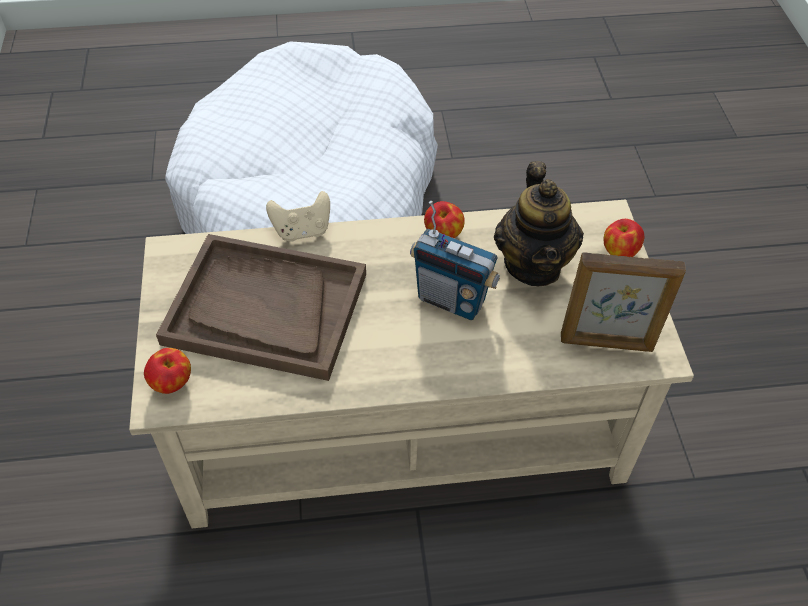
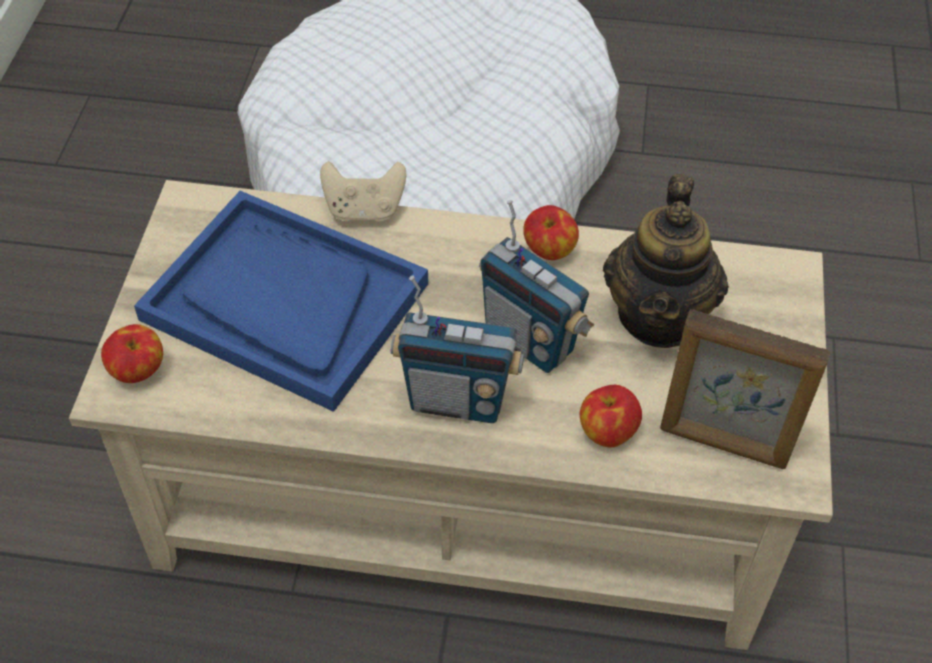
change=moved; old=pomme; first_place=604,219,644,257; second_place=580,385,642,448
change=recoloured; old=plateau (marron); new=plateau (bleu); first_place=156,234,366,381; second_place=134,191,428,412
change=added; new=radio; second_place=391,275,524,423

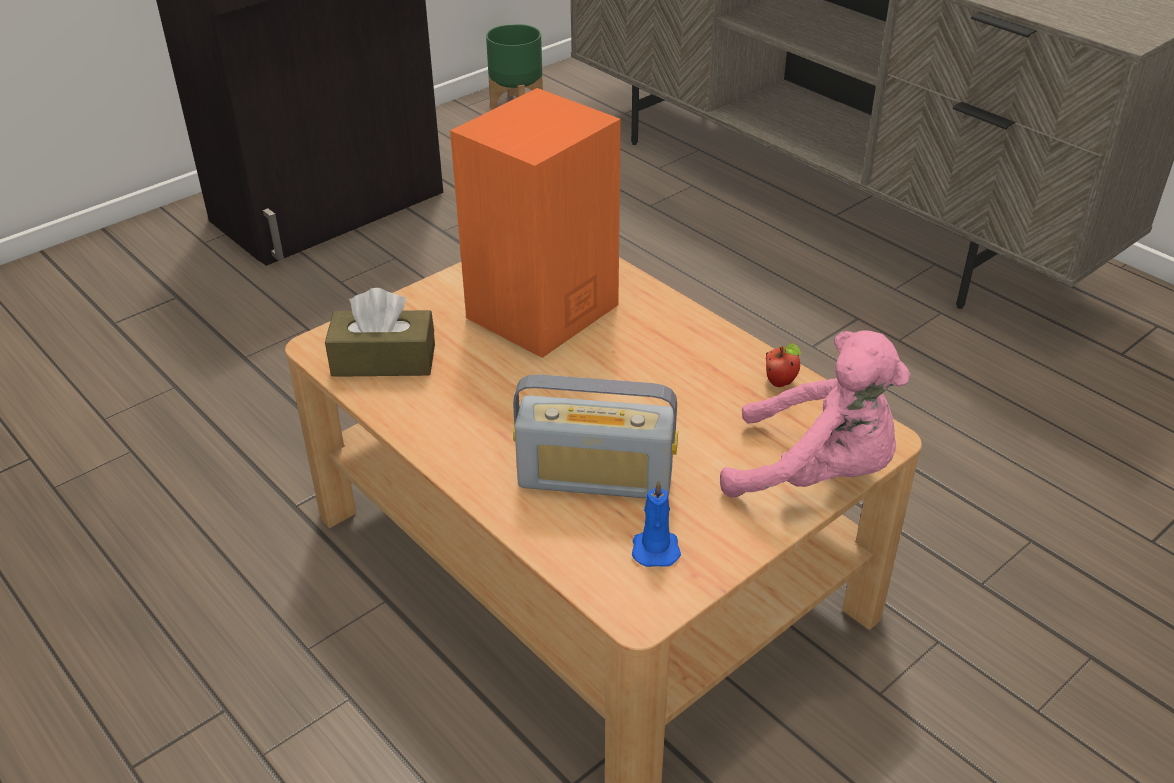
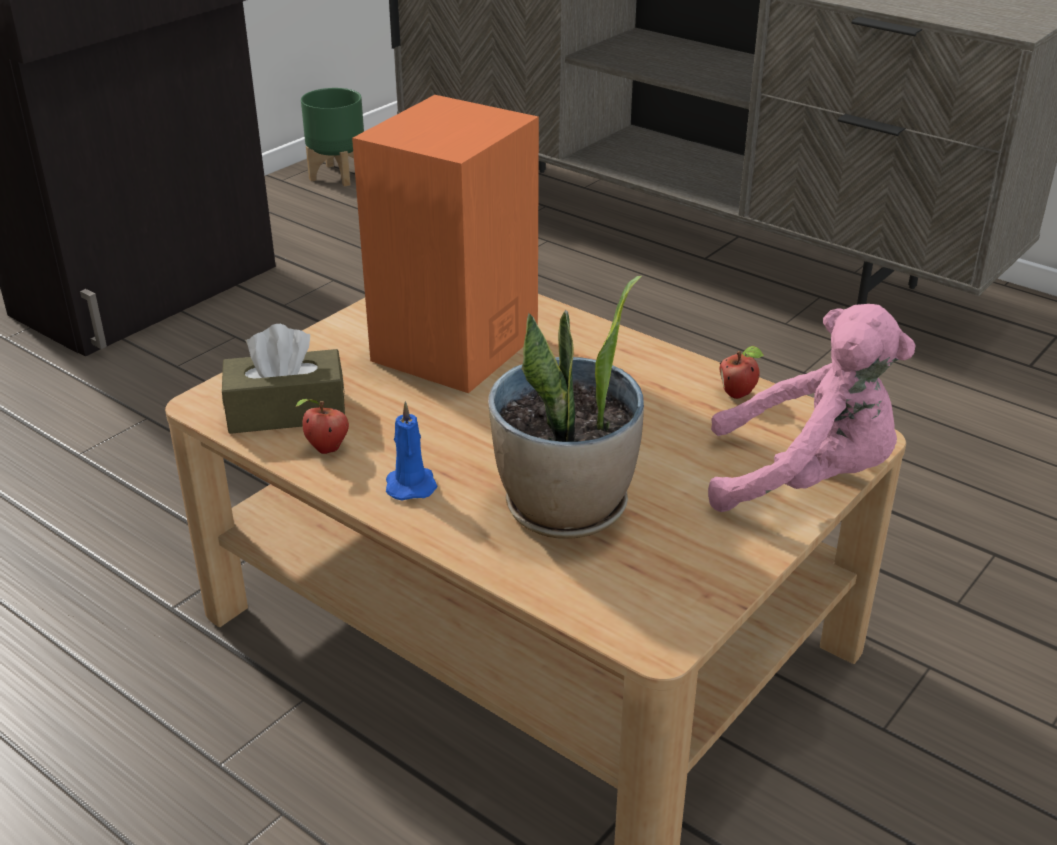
change=replaced; old=radio; new=plante en pot; first_place=513,374,678,499; second_place=488,276,644,539
change=moved; old=bougie (bleu); first_place=632,479,681,567; second_place=386,401,437,501
change=added; new=pomme; second_place=295,399,349,454

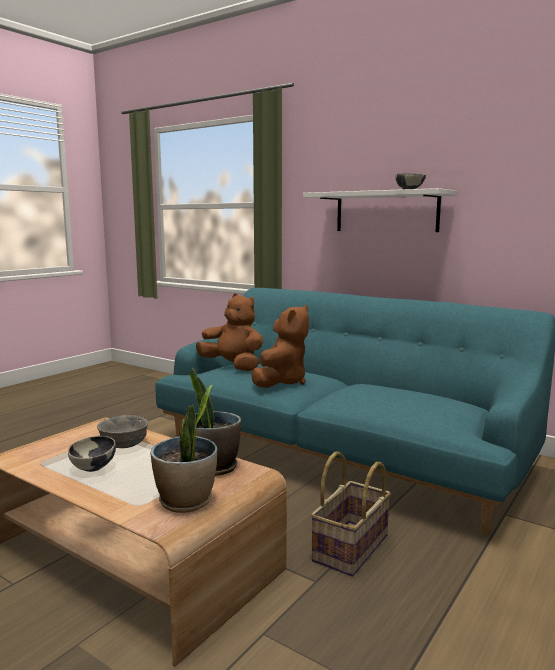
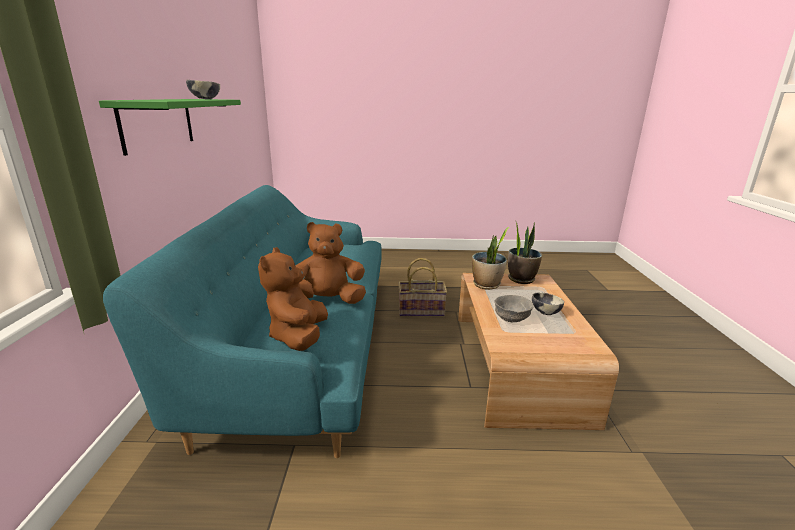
change=recoloured; old=étagère (blanc); new=étagère (vert); first_place=303,188,457,232; second_place=99,99,241,156

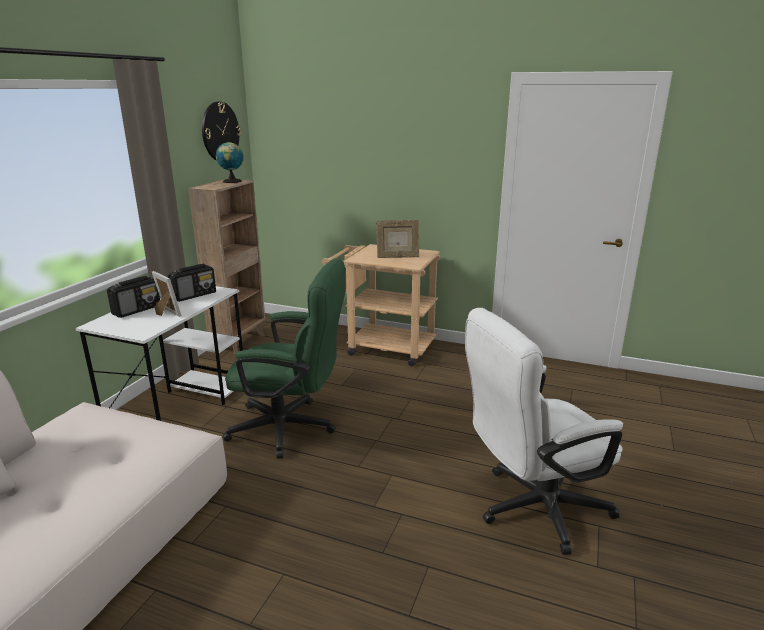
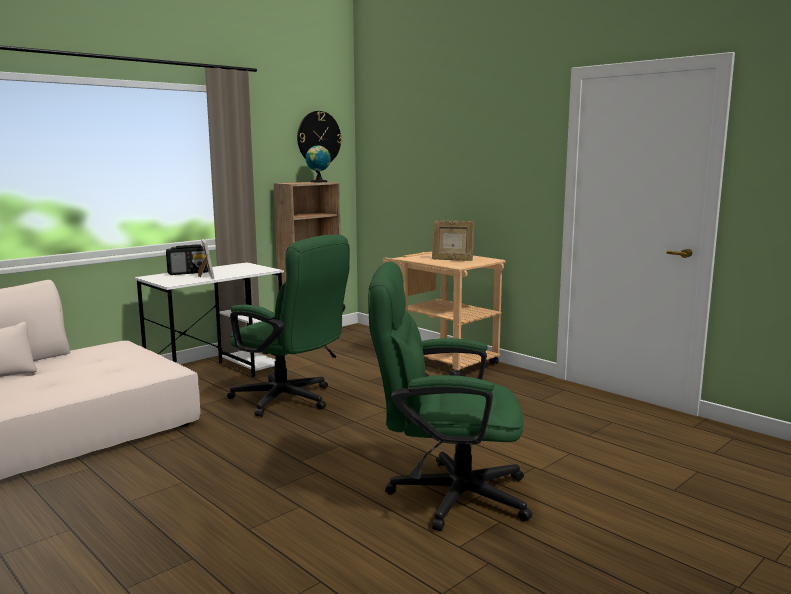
change=removed; old=radio; first_place=168,264,216,302
change=recoloured; old=chaise de bureau (blanc); new=chaise de bureau (vert); first_place=465,308,623,555; second_place=368,261,532,531

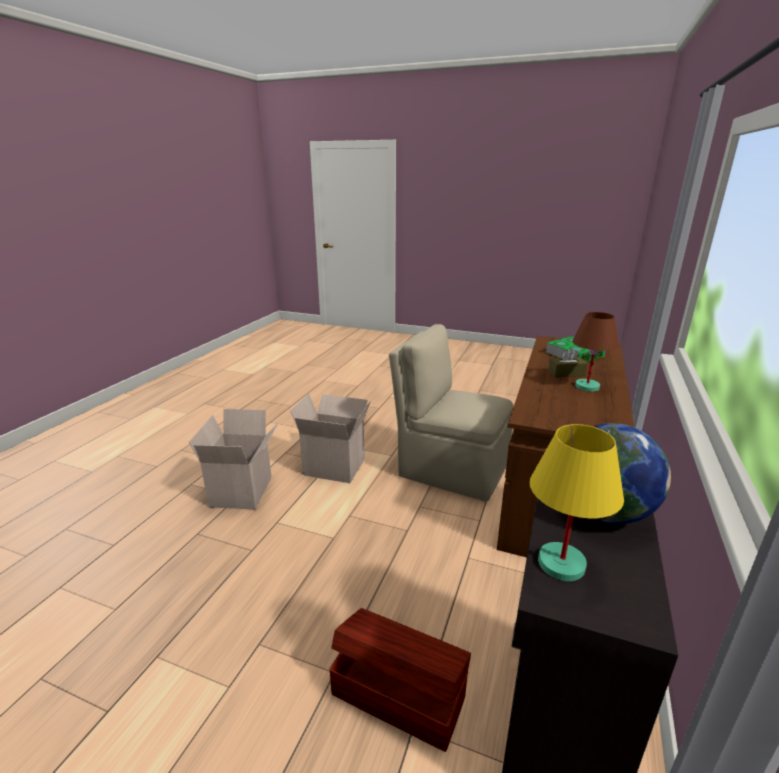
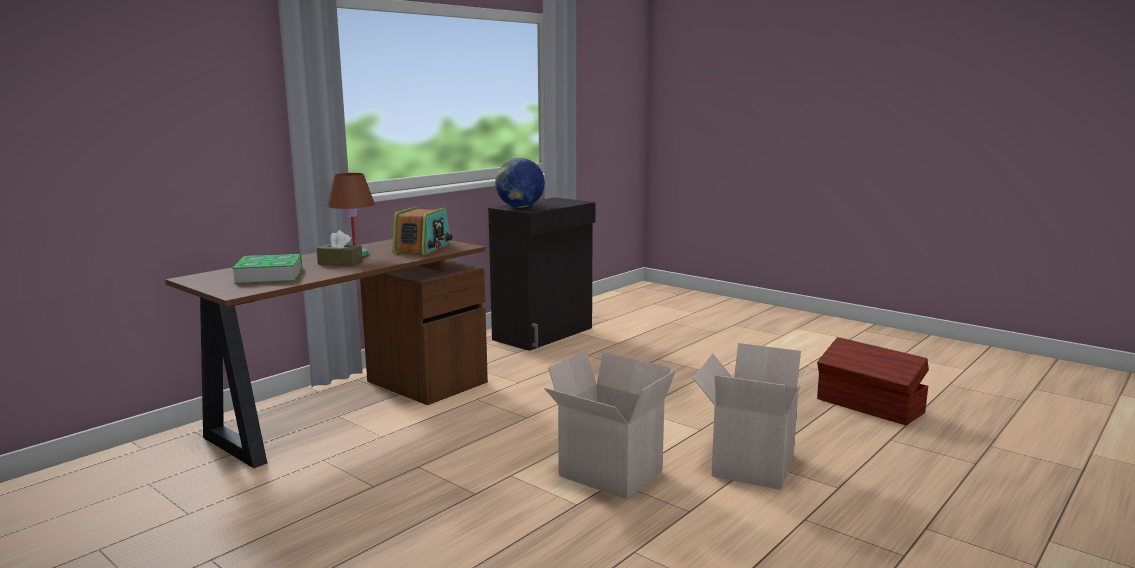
change=removed; old=chaise (beige); first_place=389,324,513,502
change=removed; old=lampe de table (jaune); first_place=529,424,624,581
change=moved; old=boîte de rangement (marron); first_place=330,608,471,752; second_place=817,337,929,425
change=added; new=radio; second_place=392,206,452,255

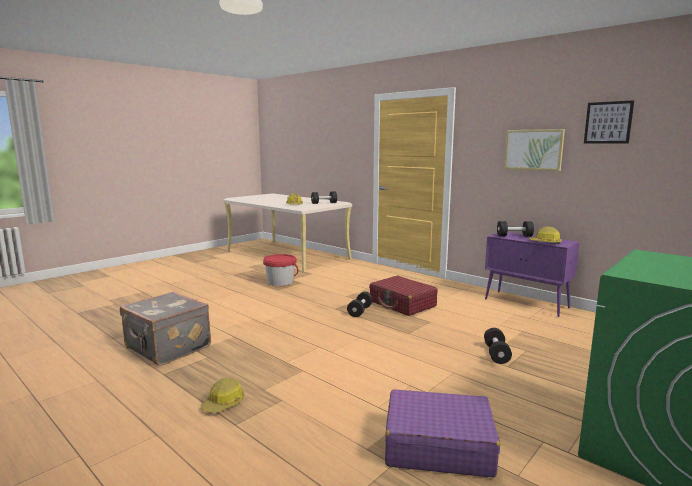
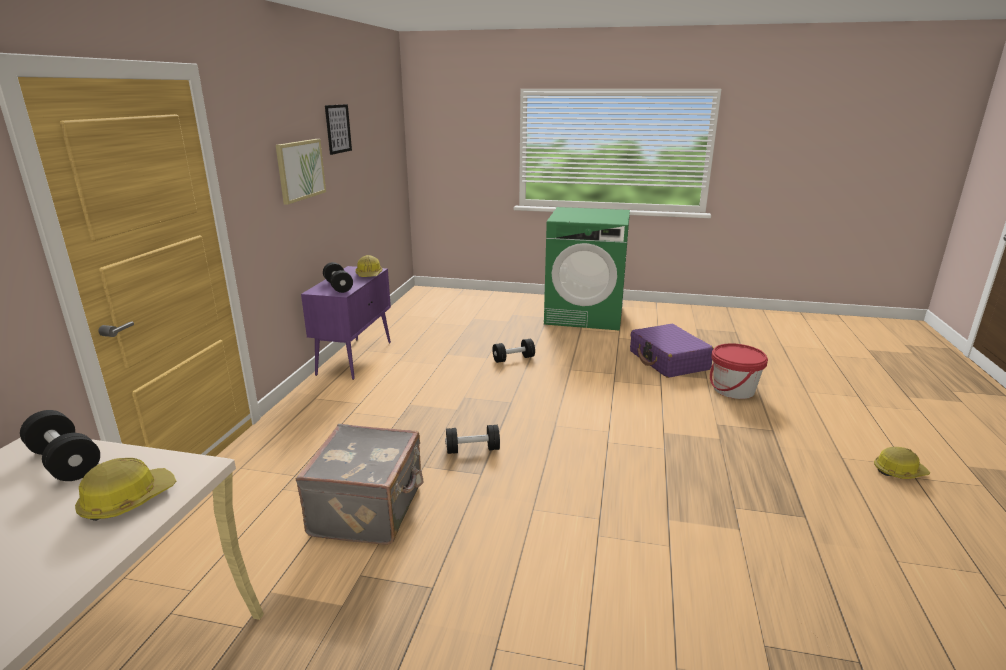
change=moved; old=seau (rouge); first_place=263,254,298,286; second_place=710,343,768,399
change=removed; old=valise (rouge); first_place=369,276,438,316
change=moved; old=valise (gris); first_place=120,292,211,366; second_place=295,424,424,545
change=moved; old=casque de chantier; first_place=201,378,244,413; second_place=874,447,930,479

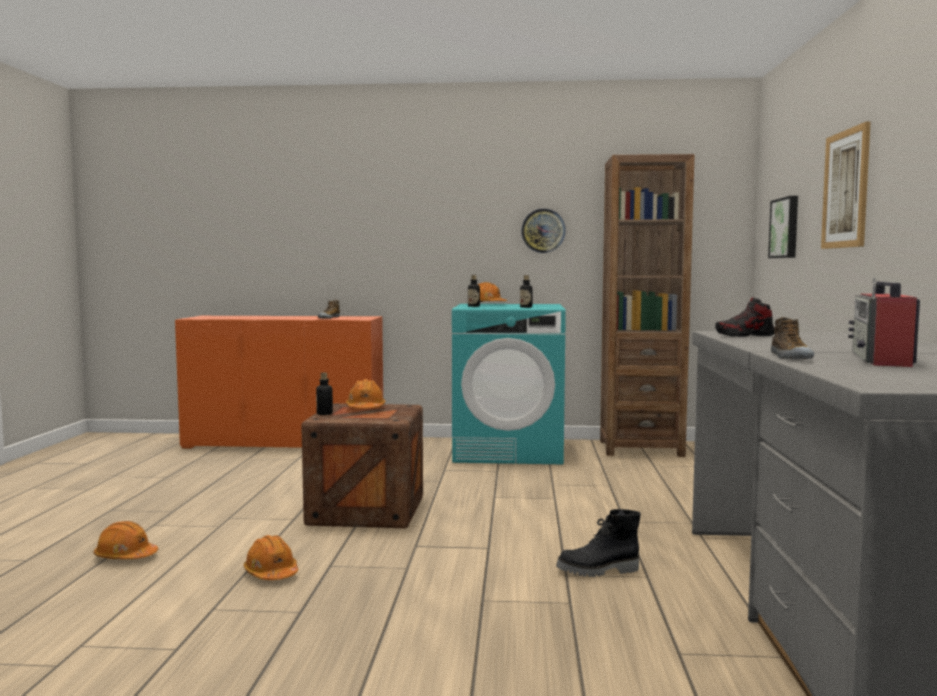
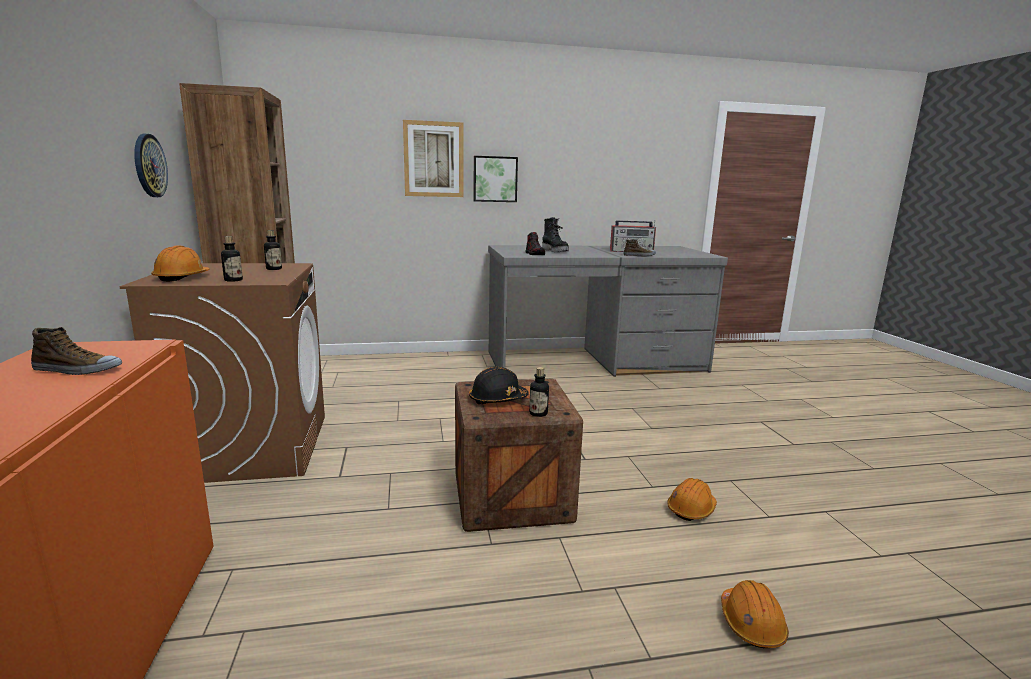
change=moved; old=tableau; first_place=768,196,798,258; second_place=474,156,518,202
change=recoloured; old=lave-linge (turquoise); new=lave-linge (marron); first_place=452,304,566,464; second_place=119,263,325,483
change=recoloured; old=casque de chantier (orange); new=casque de chantier (noir); first_place=346,379,386,409; second_place=469,367,529,404
change=moved; old=botte (noir); first_place=556,509,641,577; second_place=542,217,569,252

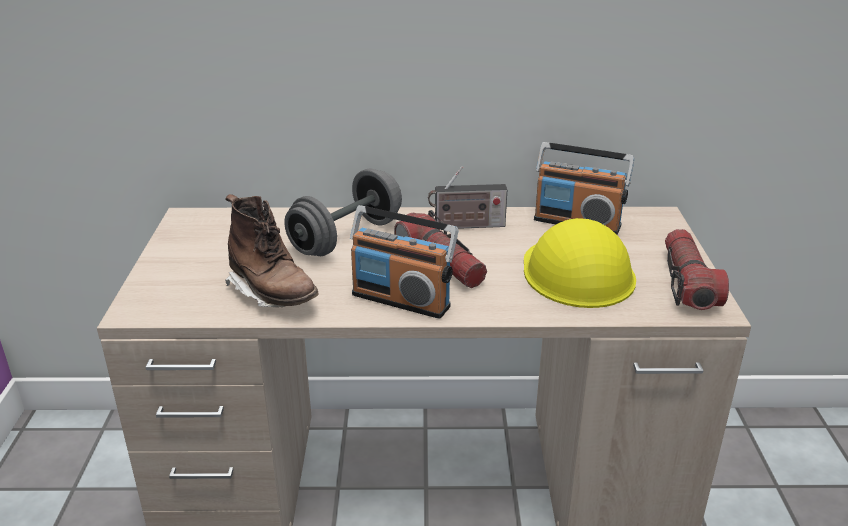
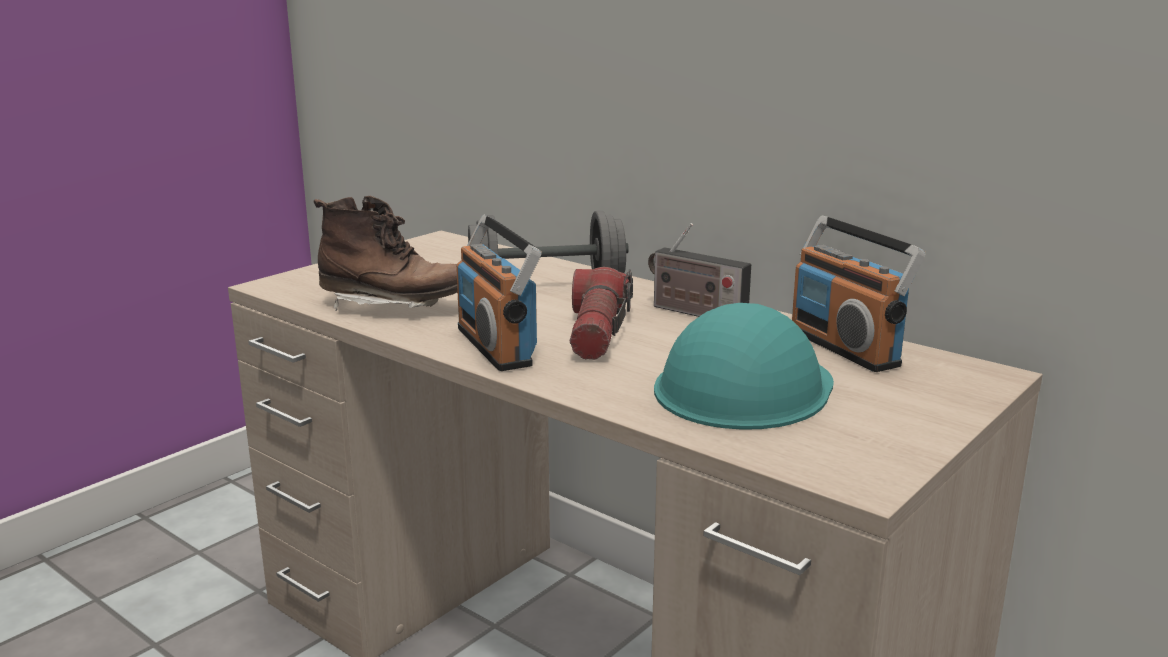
change=turned; old=botte (marron); first_place=225,194,318,307; second_place=314,196,457,311; degrees=-75
change=recoloured; old=casque de chantier (jaune); new=casque de chantier (turquoise); first_place=524,218,636,308; second_place=654,303,834,430
change=removed; old=lampe de poche; first_place=665,229,729,310

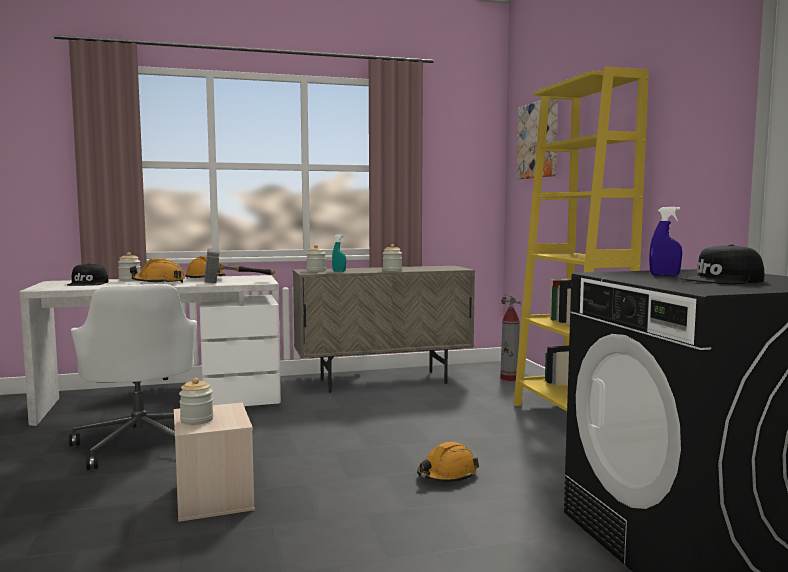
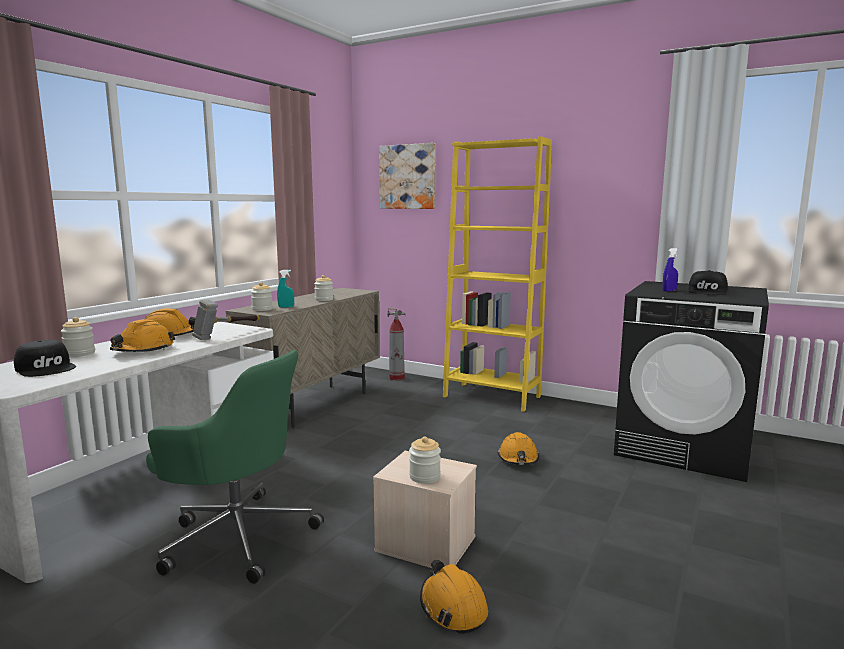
change=recoloured; old=chaise de bureau (blanc); new=chaise de bureau (vert); first_place=69,284,197,470; second_place=146,350,324,584
change=added; new=casque de chantier (orange); second_place=420,559,488,634

